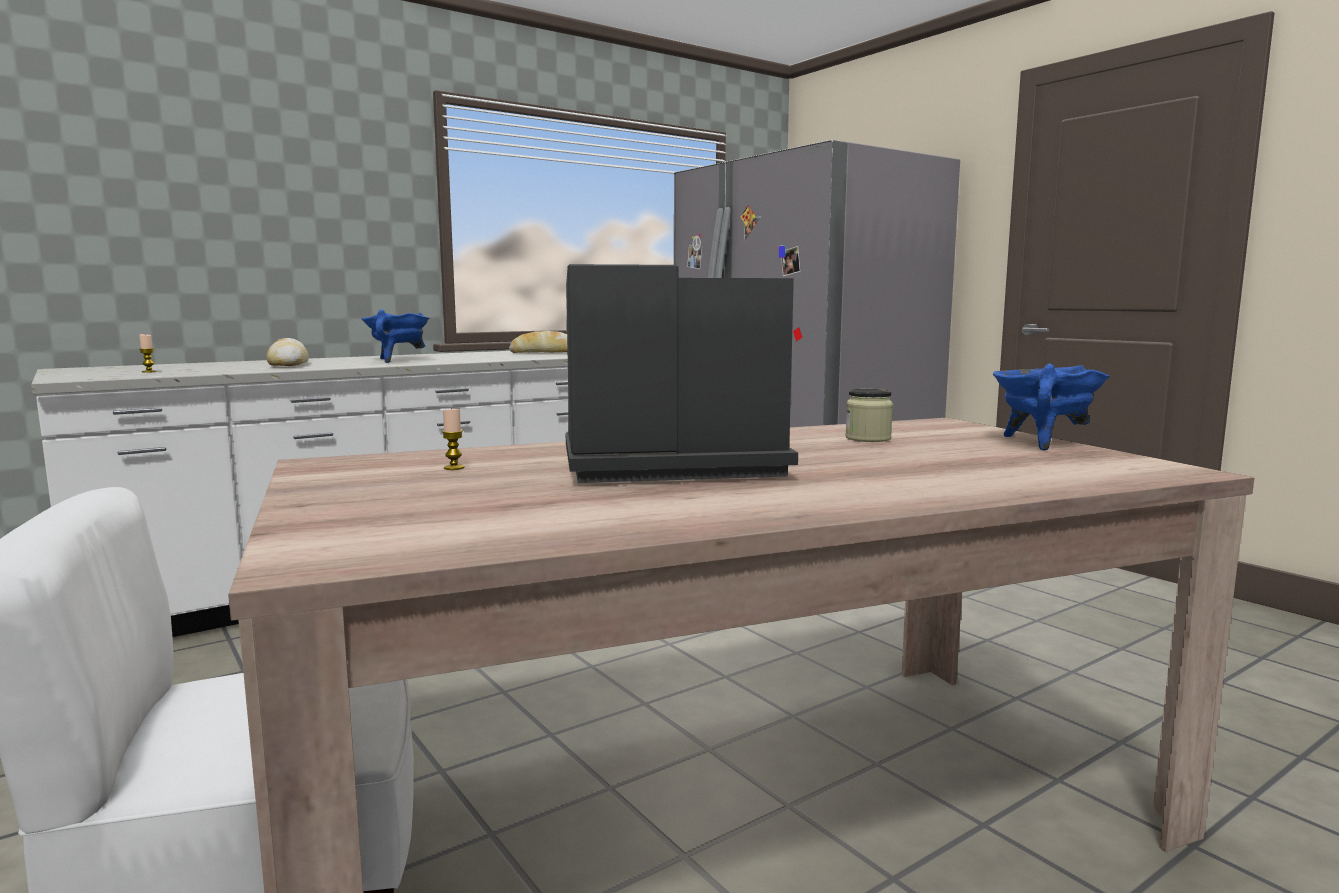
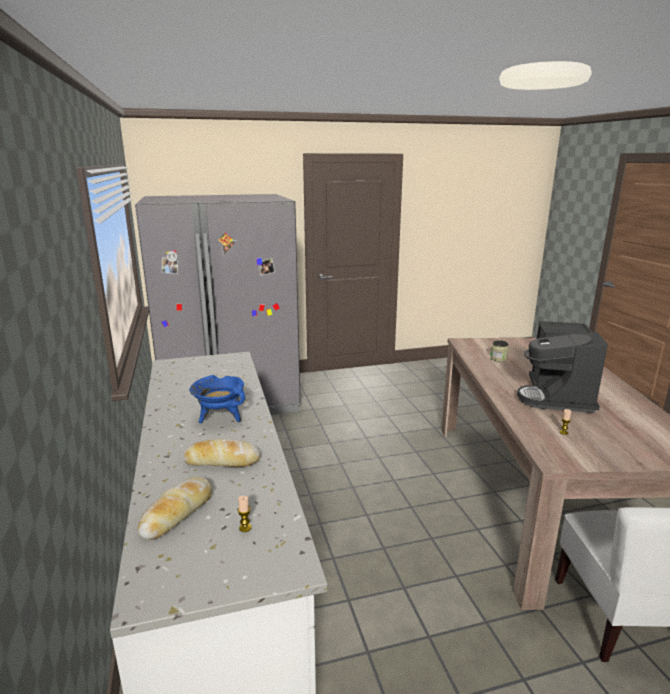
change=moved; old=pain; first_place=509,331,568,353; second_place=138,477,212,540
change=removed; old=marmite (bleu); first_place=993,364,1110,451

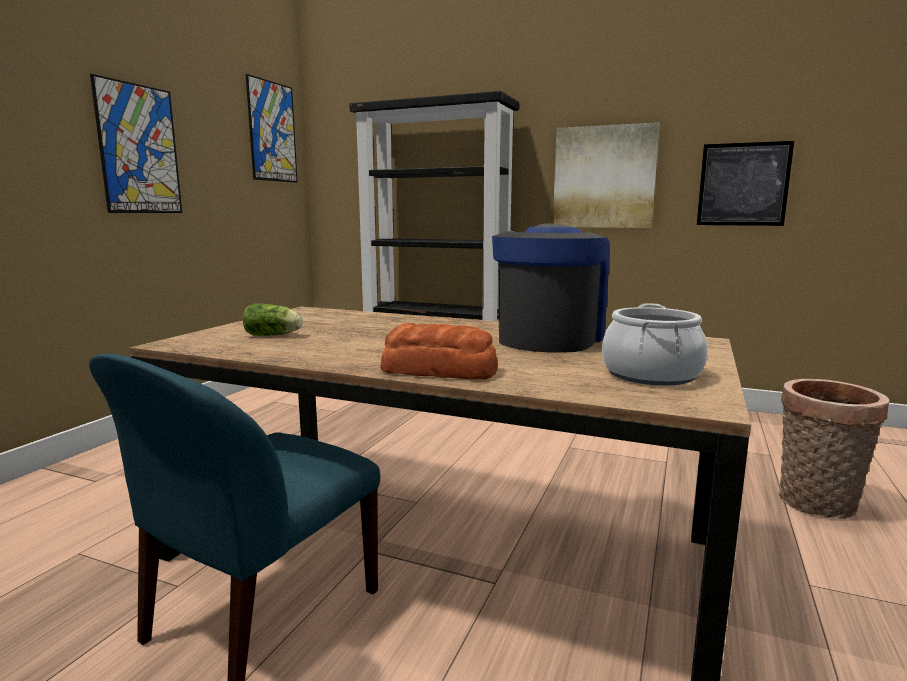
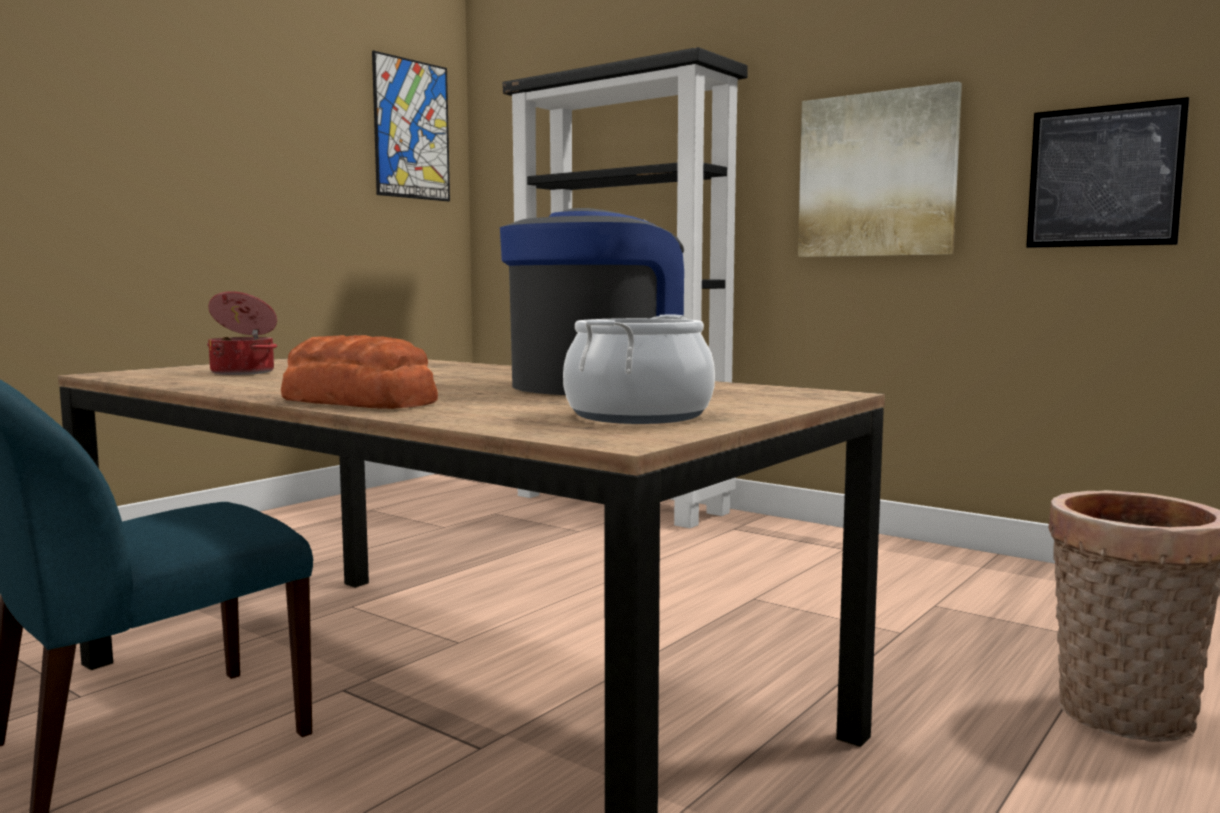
change=removed; old=tableau; first_place=90,74,182,213
change=replaced; old=laitue; new=marmite; first_place=243,304,303,336; second_place=207,291,277,375

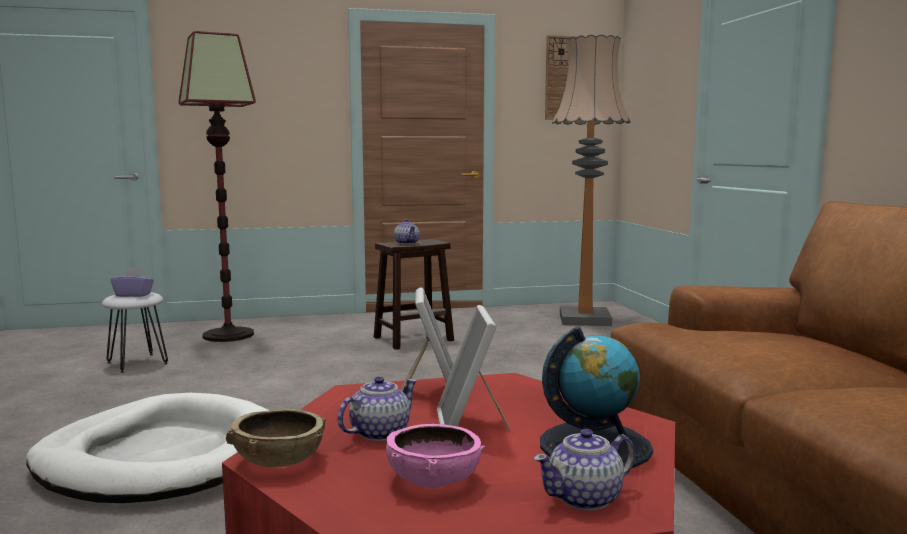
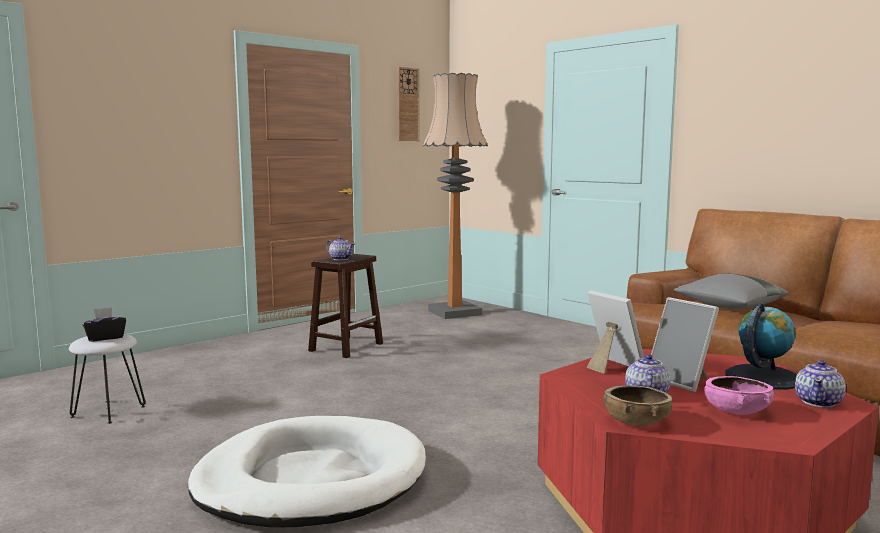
change=removed; old=lampadaire; first_place=178,31,256,342
change=recoloured; old=boîte à mouchoirs (violet); new=boîte à mouchoirs (noir); first_place=110,268,154,297; second_place=82,307,126,342
change=added; new=coussin (gris); second_place=674,273,788,310

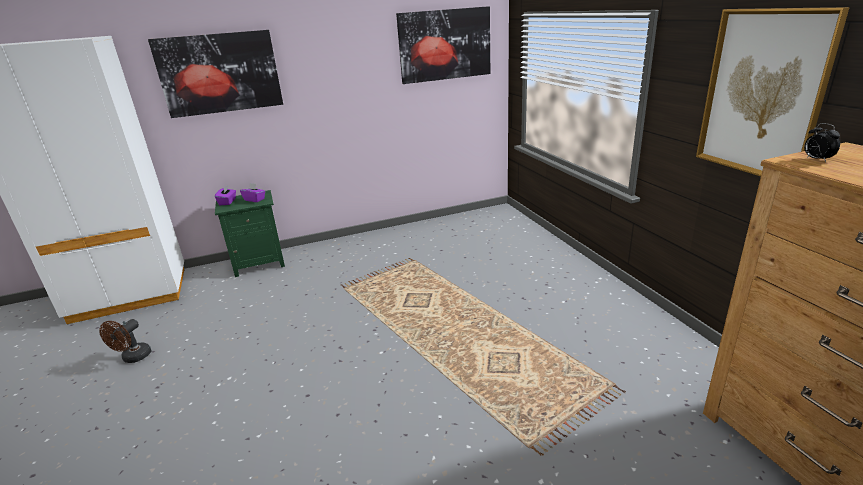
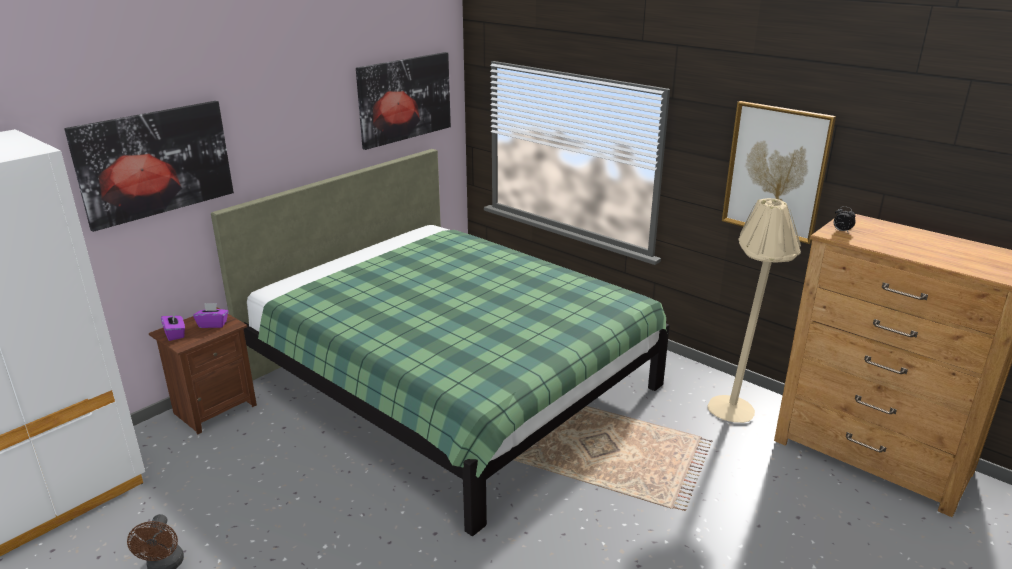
change=recoloured; old=table de chevet (vert); new=table de chevet (marron); first_place=215,190,285,277; second_place=149,307,257,435
change=added; new=lit (vert); second_place=211,149,670,536
change=added; new=lampadaire (beige); second_place=707,198,801,423

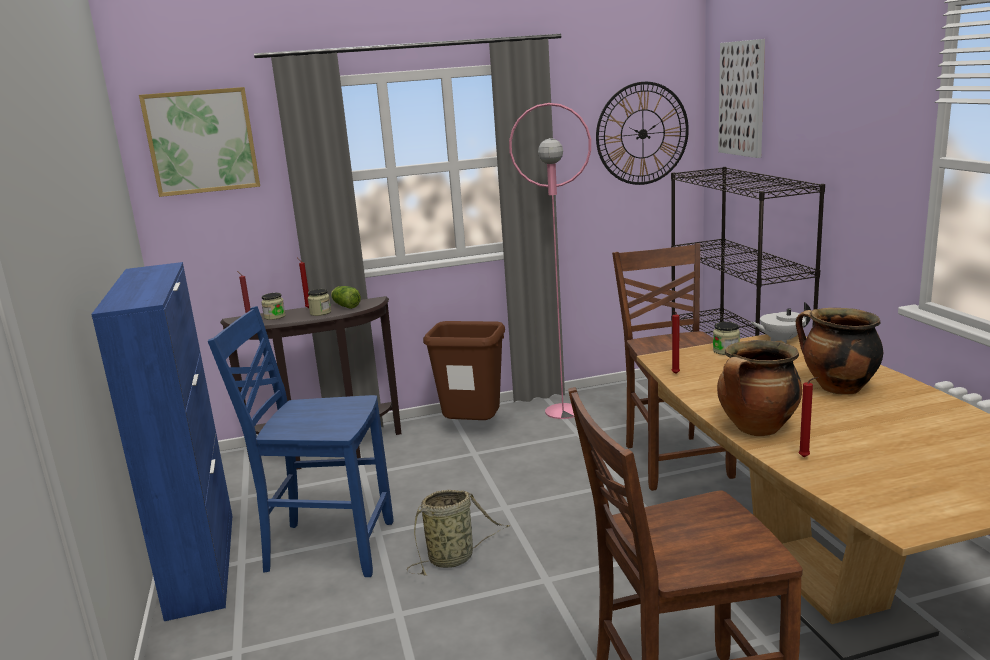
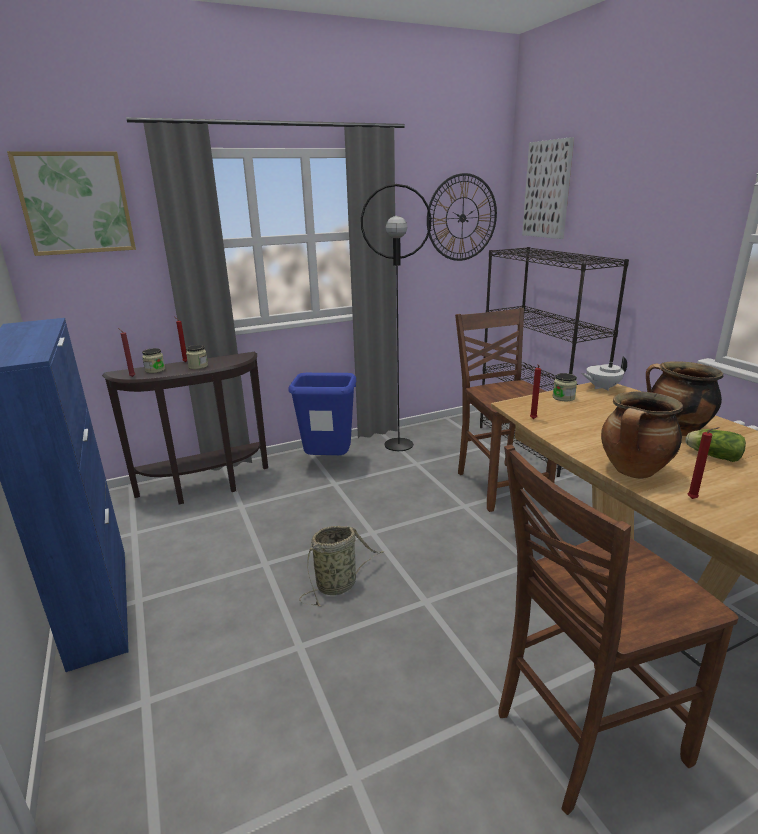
change=recoloured; old=lampadaire (rose); new=lampadaire (noir); first_place=509,103,591,419; second_place=361,184,431,451
change=moved; old=laitue; first_place=331,286,361,309; second_place=686,429,746,462
change=removed; old=chaise (bleu); first_place=208,306,393,577
change=recoloured; old=poubelle (marron); new=poubelle (bleu); first_place=423,321,505,420; second_place=289,373,356,455

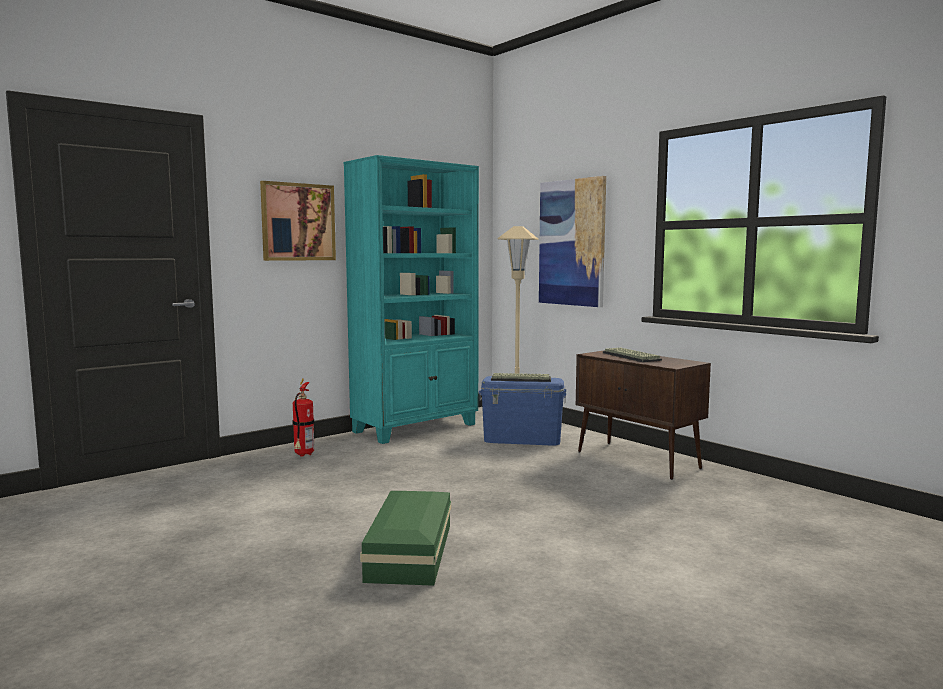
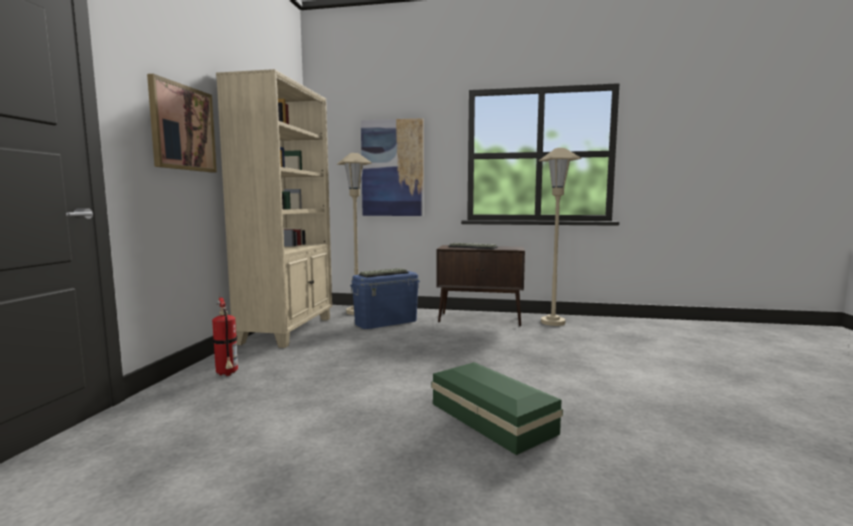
change=recoloured; old=bibliothèque (turquoise); new=bibliothèque (beige); first_place=343,155,479,444; second_place=216,69,332,348
change=added; new=lampadaire (beige); second_place=539,148,581,326

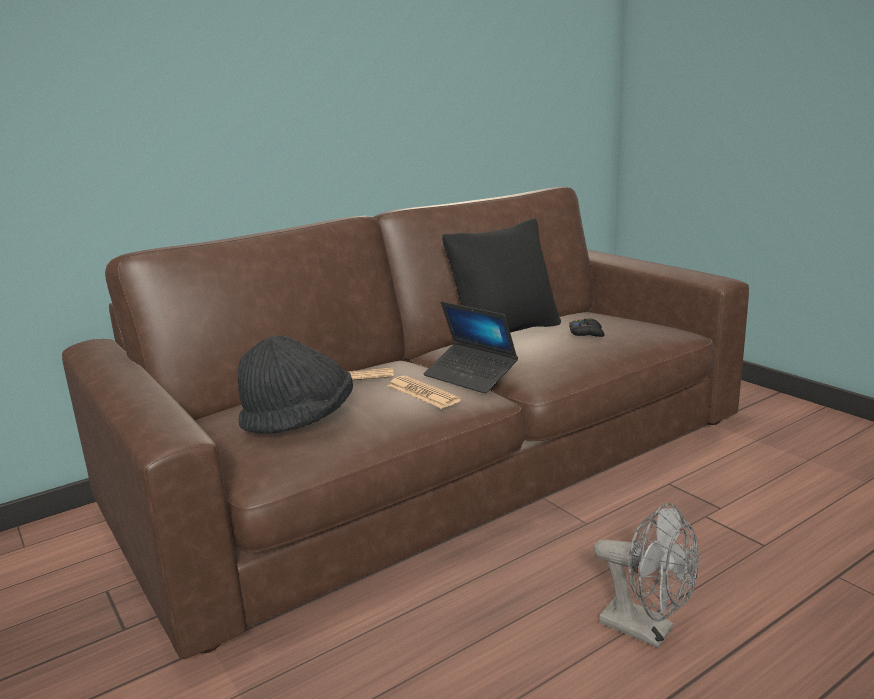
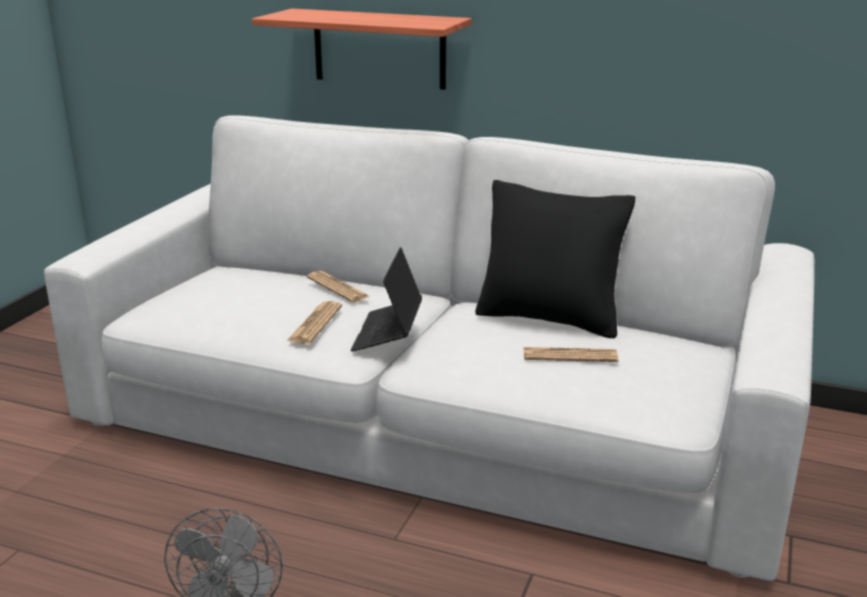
change=recoloured; old=canapé (marron); new=canapé (blanc); first_place=62,187,749,659; second_place=44,115,815,581
change=replaced; old=manette (noir); new=journal; first_place=569,318,604,337; second_place=523,347,618,362
change=removed; old=chapeau (noir); first_place=238,335,353,434
change=added; new=étagère; second_place=252,9,472,90

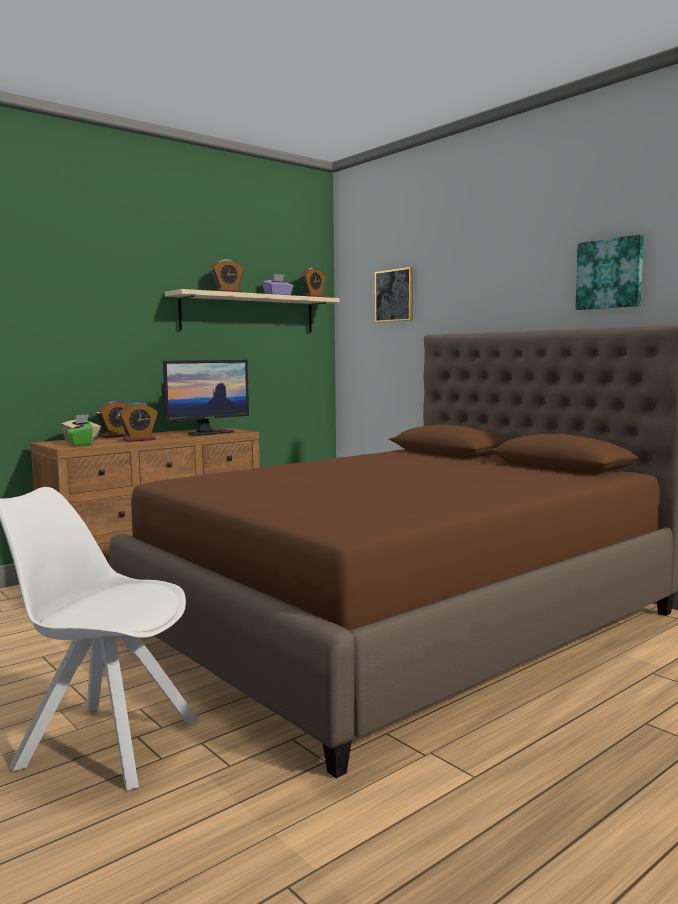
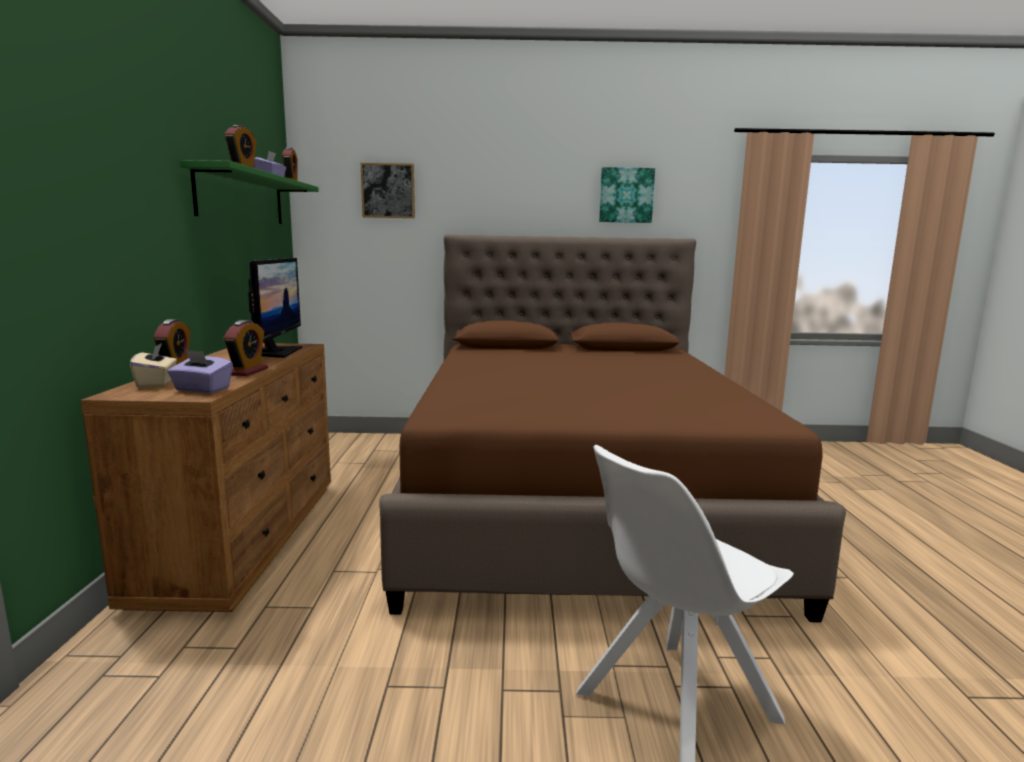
change=recoloured; old=étagère (beige); new=étagère (vert); first_place=165,289,340,333; second_place=180,160,319,224
change=recoloured; old=boîte à mouchoirs (vert); new=boîte à mouchoirs (violet); first_place=67,418,93,446; second_place=167,349,233,393

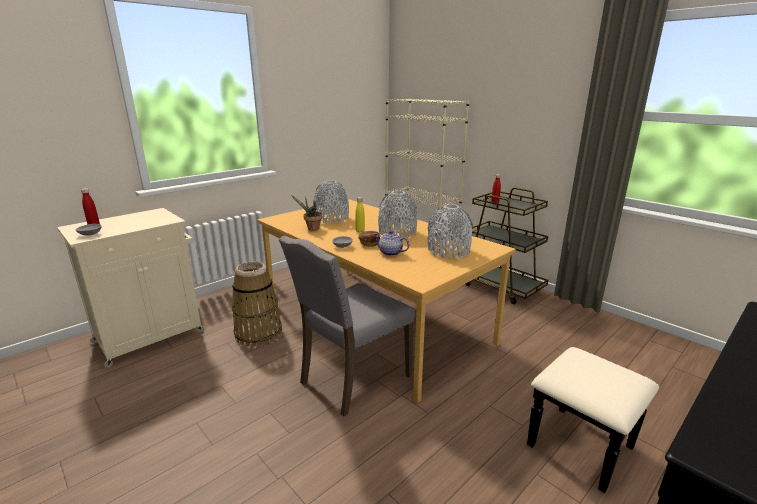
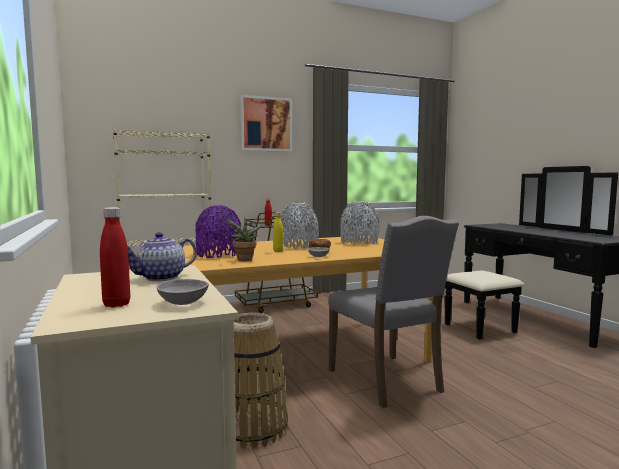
change=recoloured; old=vase (gris); new=vase (violet); first_place=314,180,349,224; second_place=195,205,241,258
change=moved; old=théière; first_place=374,231,409,256; second_place=127,232,197,281
change=added; new=tableau; second_place=240,95,292,152

